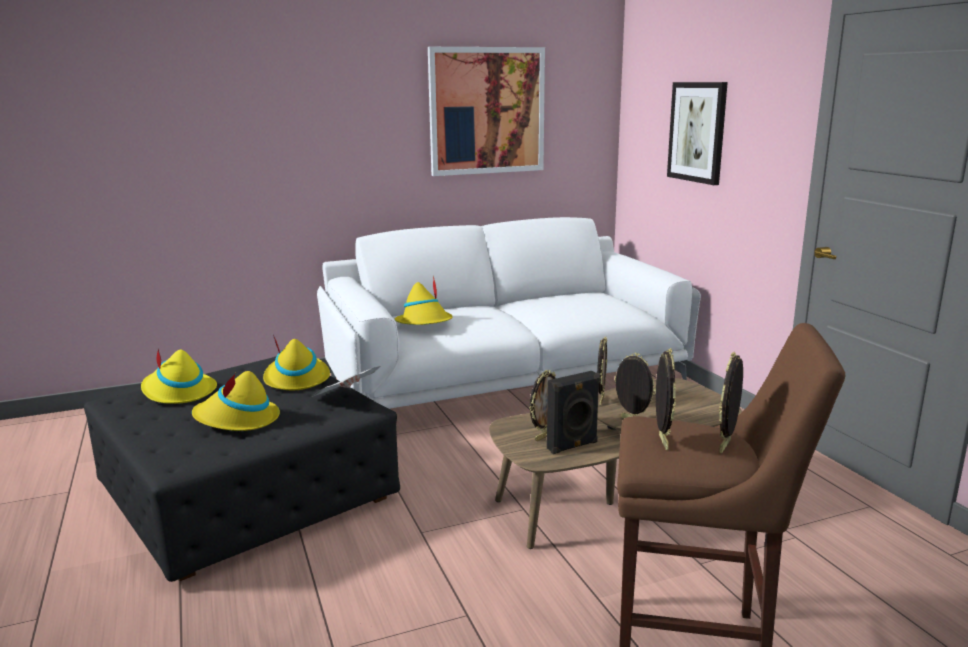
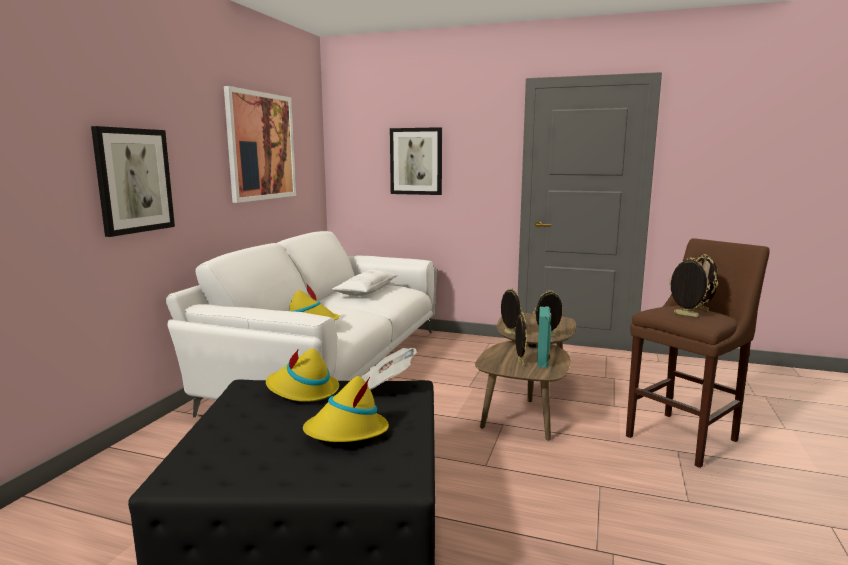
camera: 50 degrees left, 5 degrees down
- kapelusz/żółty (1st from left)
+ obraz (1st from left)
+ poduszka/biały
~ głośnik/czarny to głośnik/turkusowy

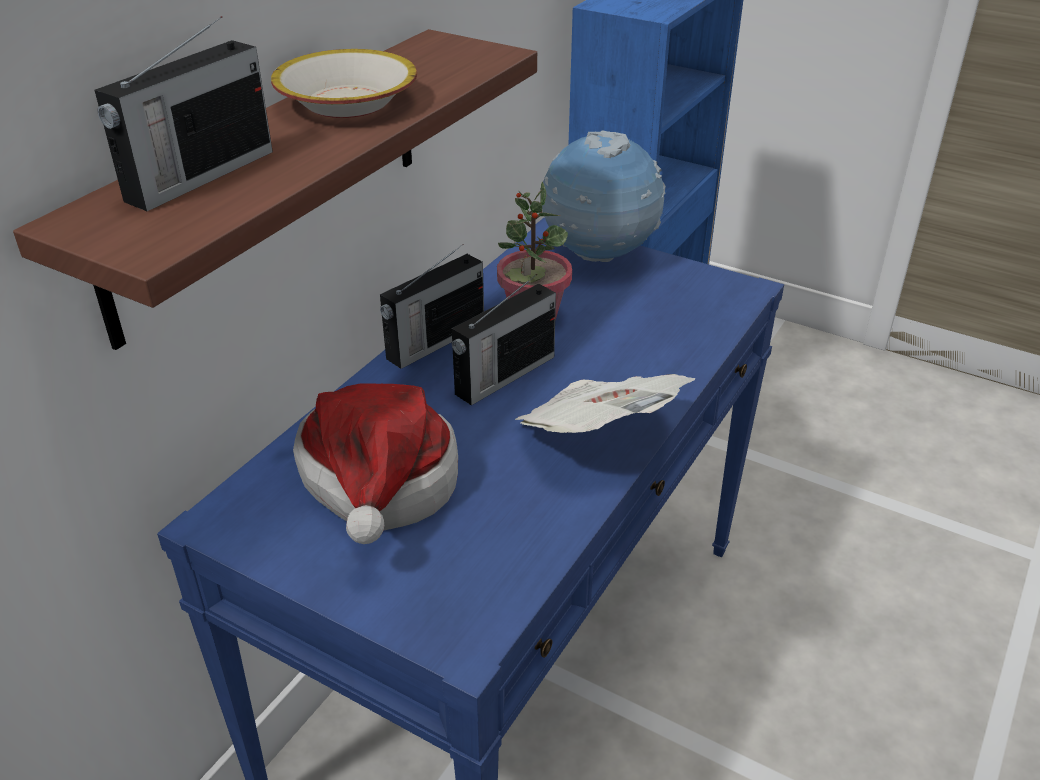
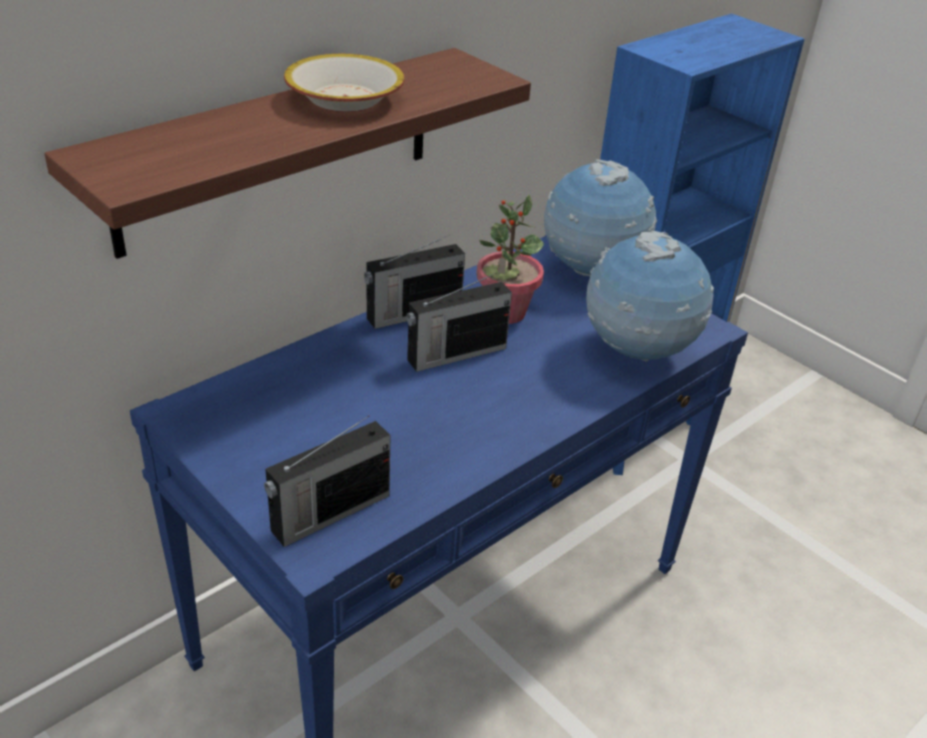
camera: 15 degrees right, 0 degrees up
- kapelusz
- gazeta
+ globus (2nd from left)
~ radio (1st from left)

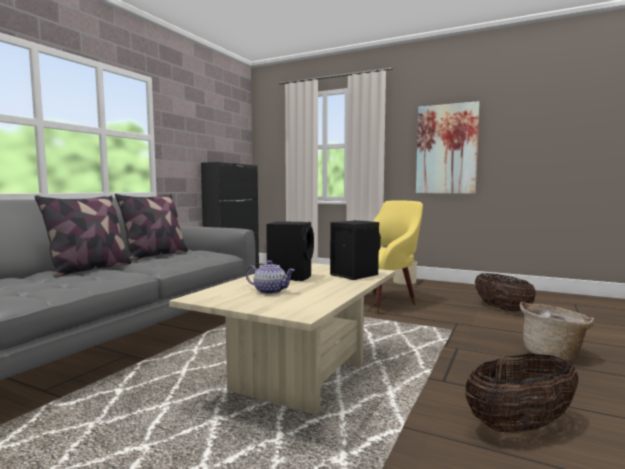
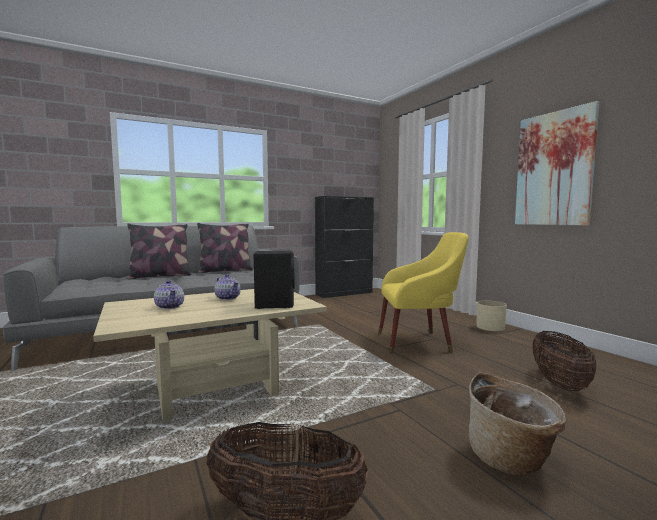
camera: 35 degrees right, 0 degrees up
~ głośnik/czarny (1st from left) to imbryk (2nd from left)

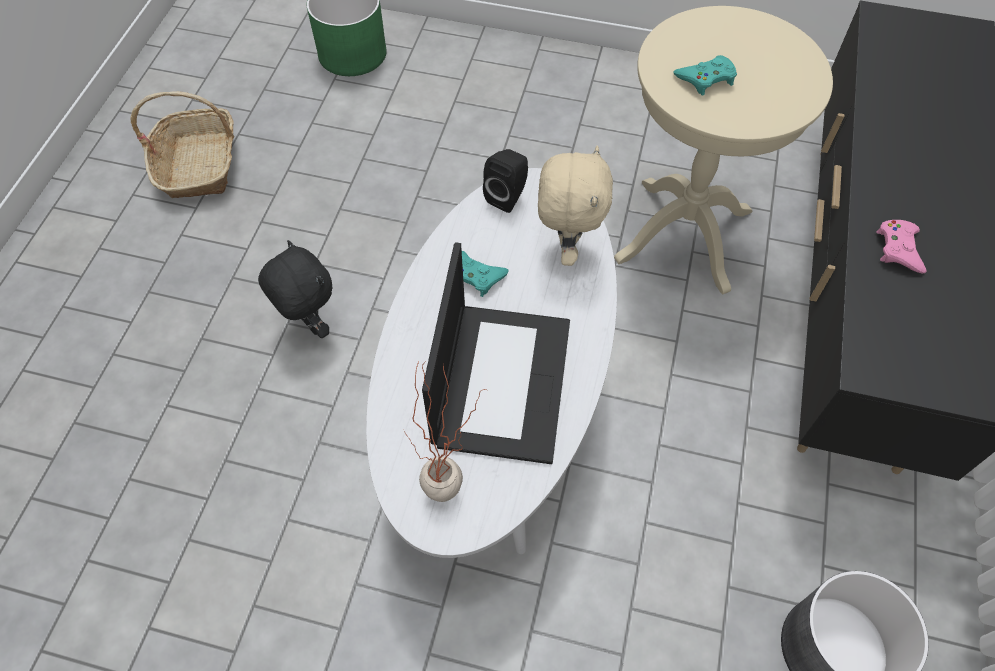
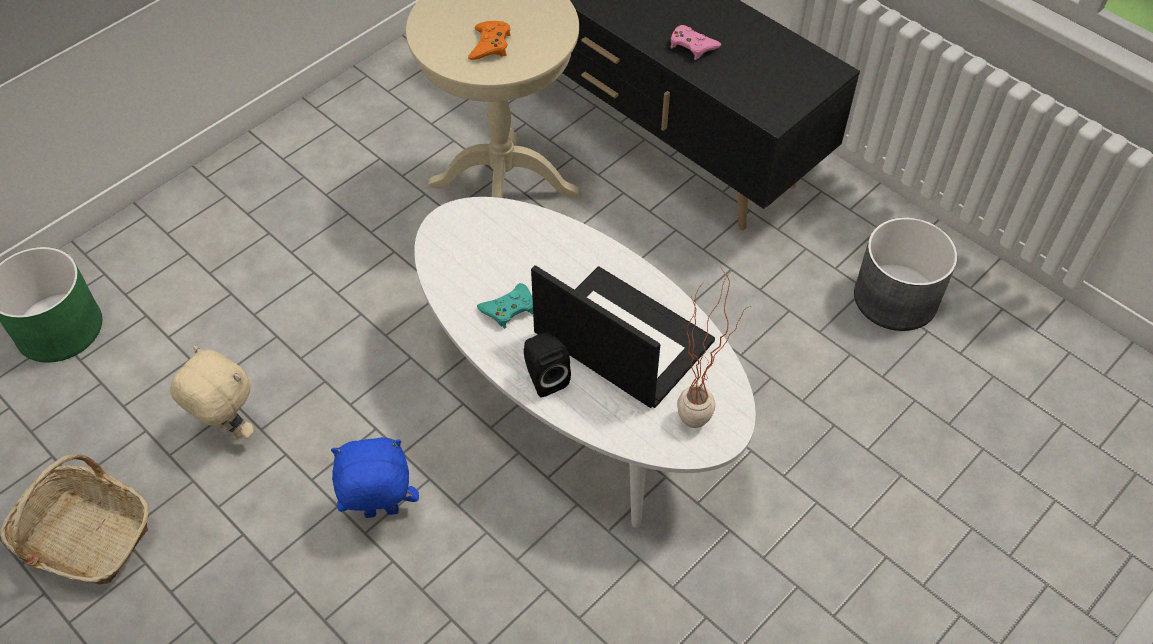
camera: 60 degrees left, 5 degrees down
~ głośnik/czarny
~ pluszak/beżowy
~ pluszak/czarny to pluszak/niebieski
~ pad do gier/turkusowy (2nd from left) to pad do gier/pomarańczowy

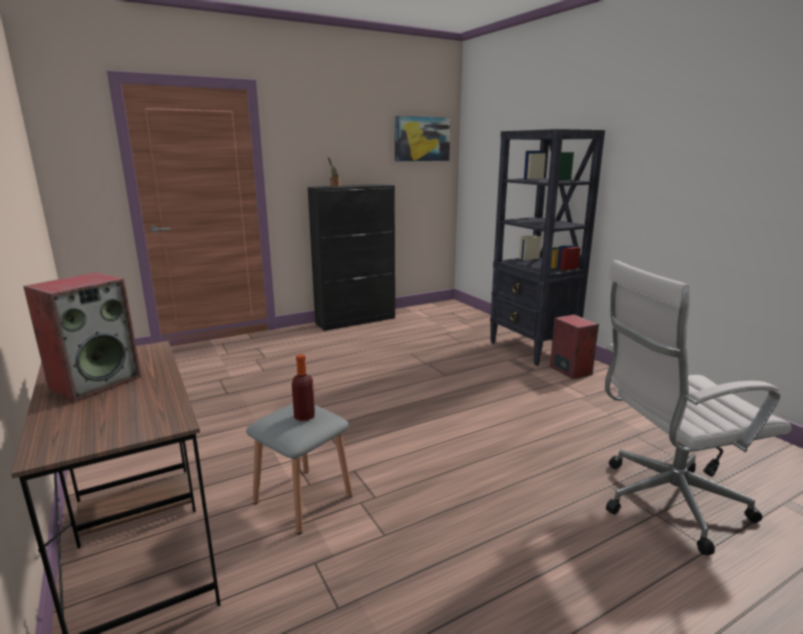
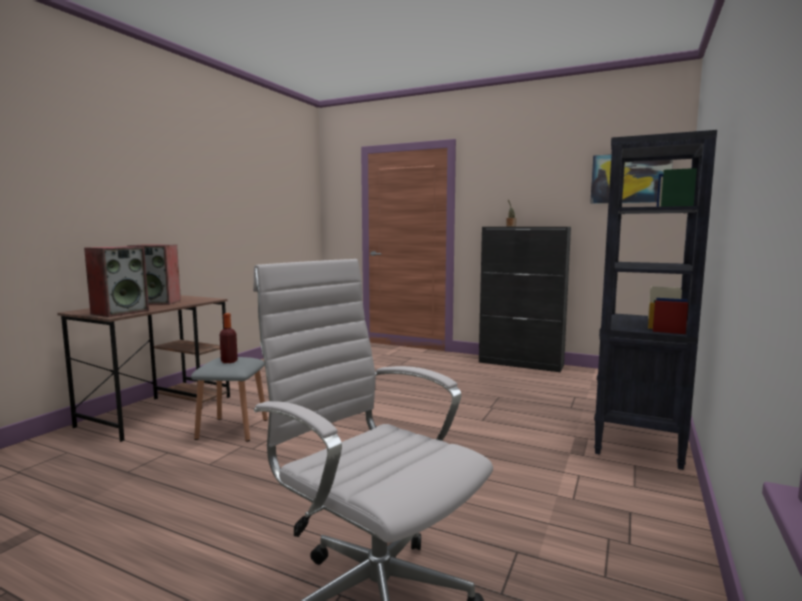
camera: 55 degrees right, 10 degrees down
~ głośnik (2nd from left in the first image) to głośnik (1st from left)

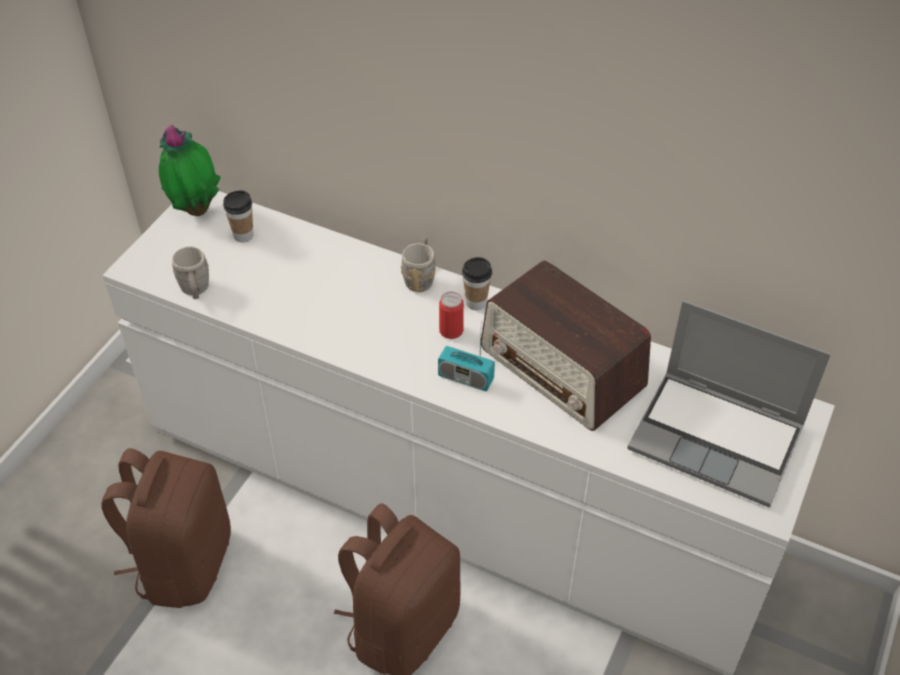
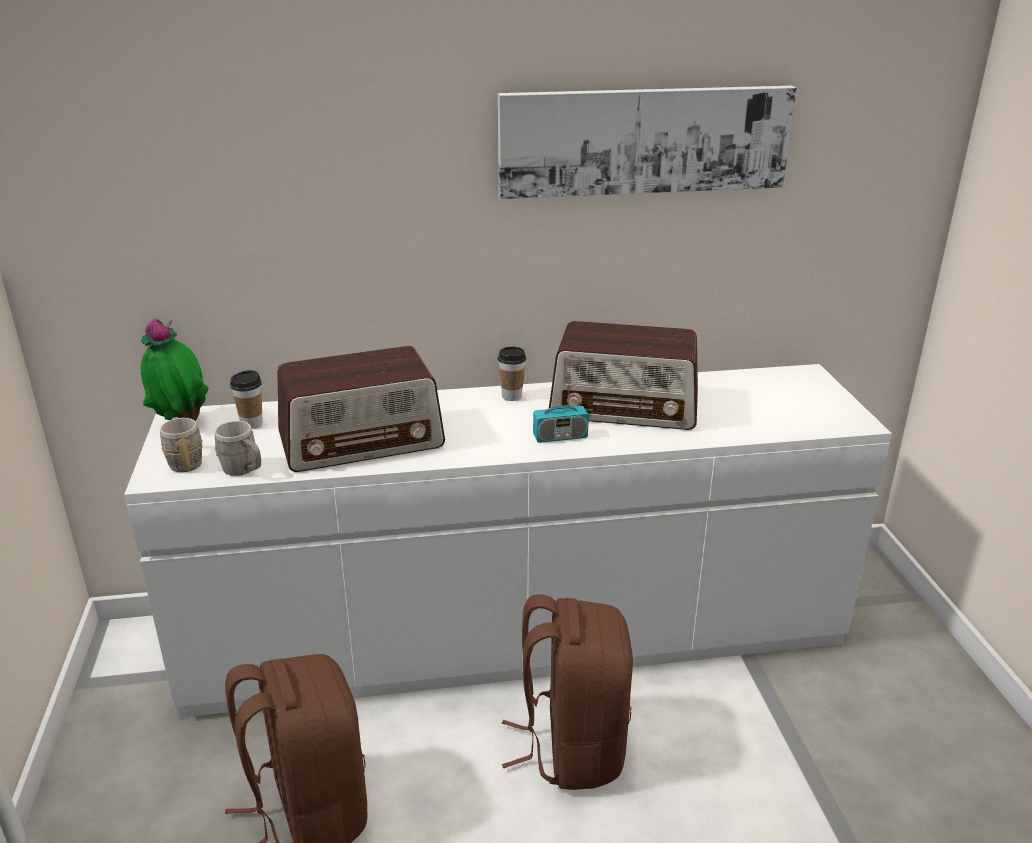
camera: 35 degrees left, 20 degrees down
- puszka
- laptop
+ radio (1st from left)
+ obraz
~ kubek/szary (2nd from left in the first image) to kubek/szary (1st from left)

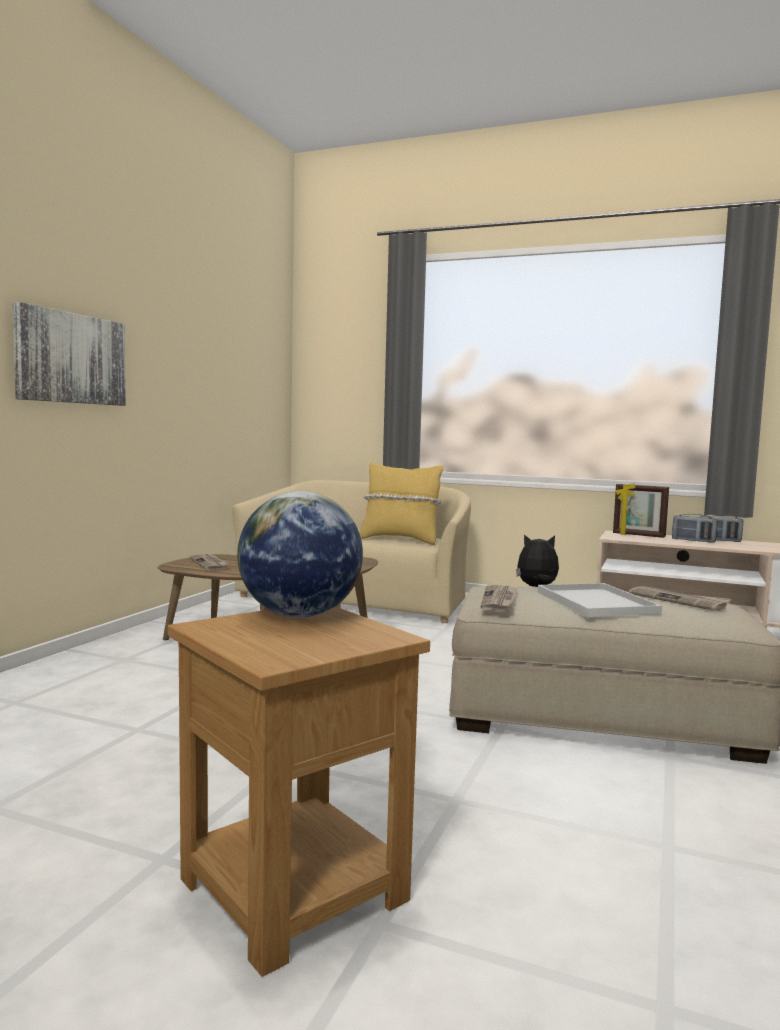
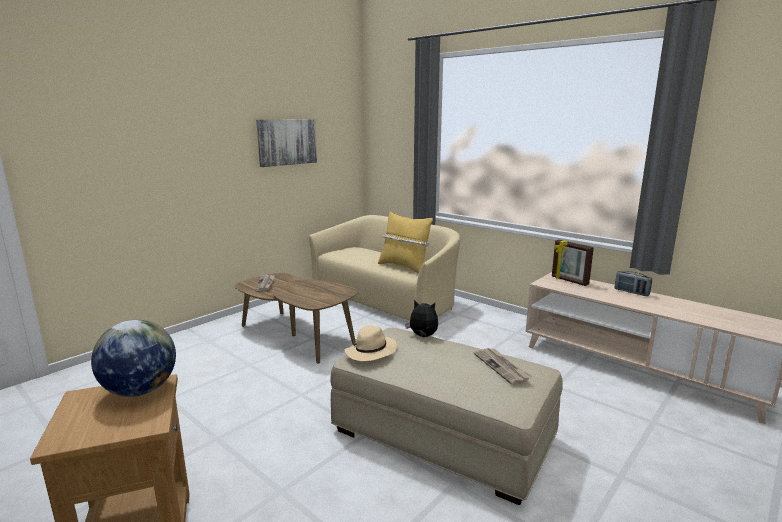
camera: 20 degrees right, 10 degrees up
- taca/biały
- radio (1st from left)
~ obraz
~ gazeta (2nd from left) to kapelusz/beżowy

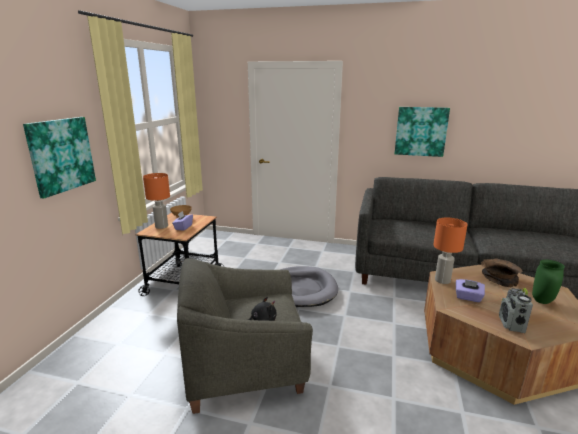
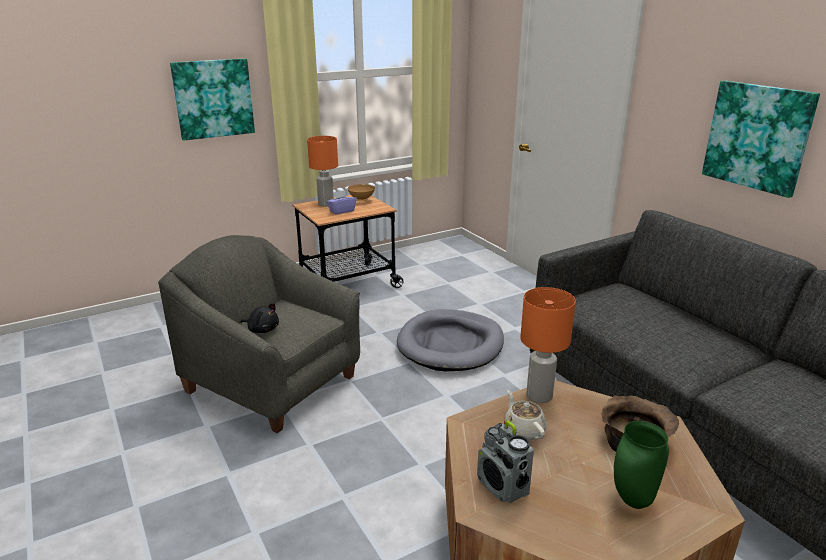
camera: 45 degrees right, 5 degrees up
~ pudełko chusteczek/fioletowy (2nd from left) to imbryk/beżowy
~ radio 90 degrees counterclockwise

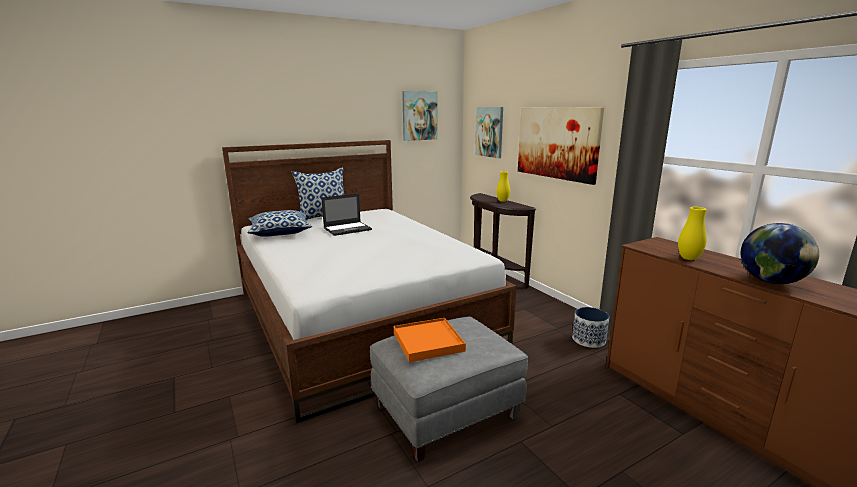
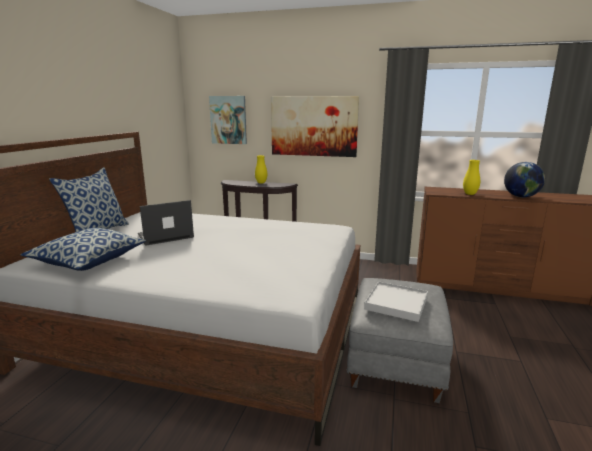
camera: 45 degrees left, 0 degrees up
- obraz (1st from left)
- donica
~ taca/pomarańczowy to taca/biały
~ laptop 135 degrees counterclockwise

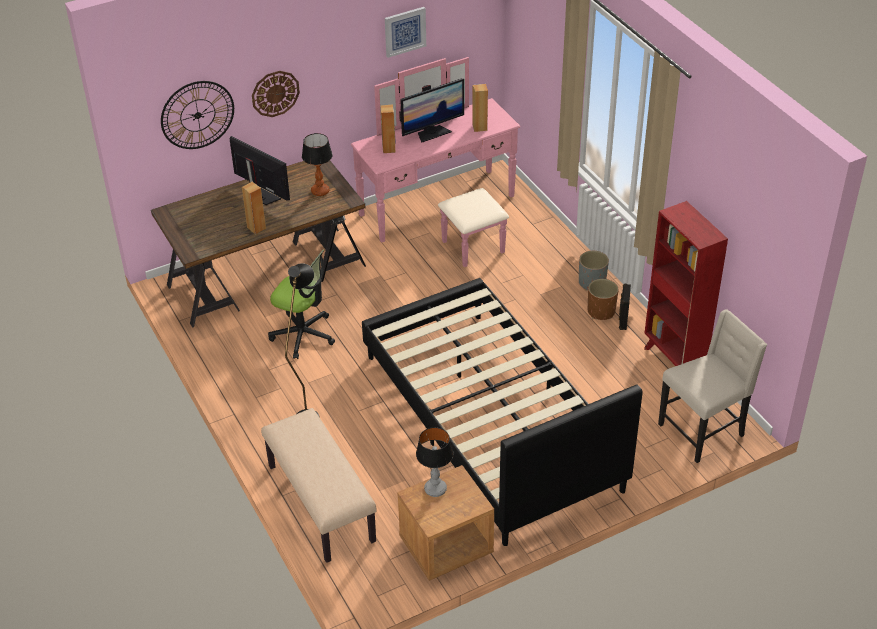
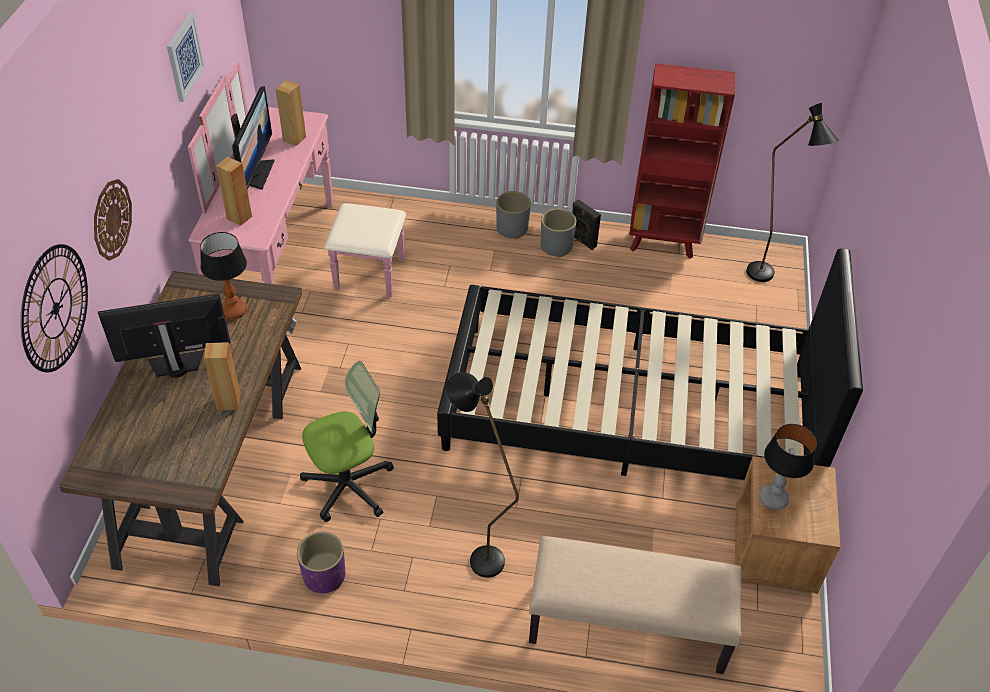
camera: 55 degrees left, 5 degrees up
+ donica/fioletowy
~ krzesło/beżowy to lampa stojąca/czarny (2nd from left)
~ donica/brązowy to donica/szary (2nd from left)

